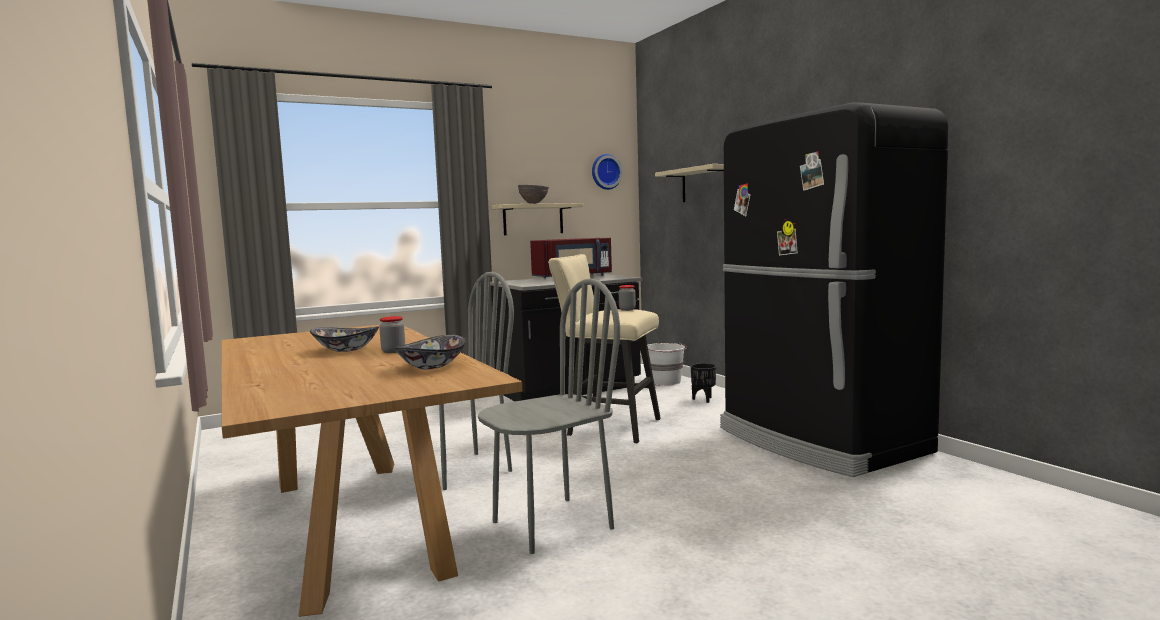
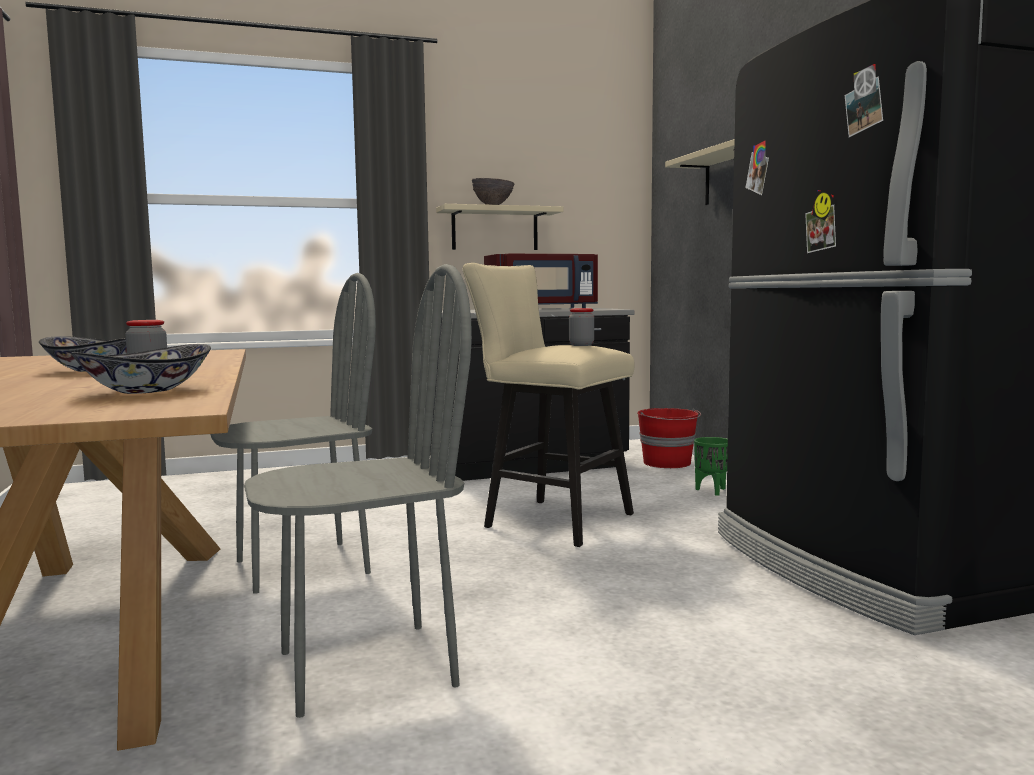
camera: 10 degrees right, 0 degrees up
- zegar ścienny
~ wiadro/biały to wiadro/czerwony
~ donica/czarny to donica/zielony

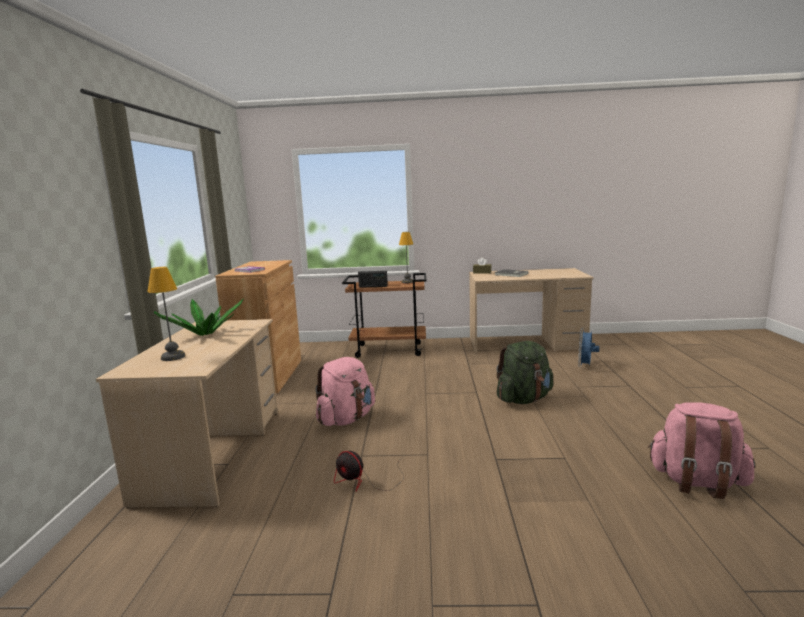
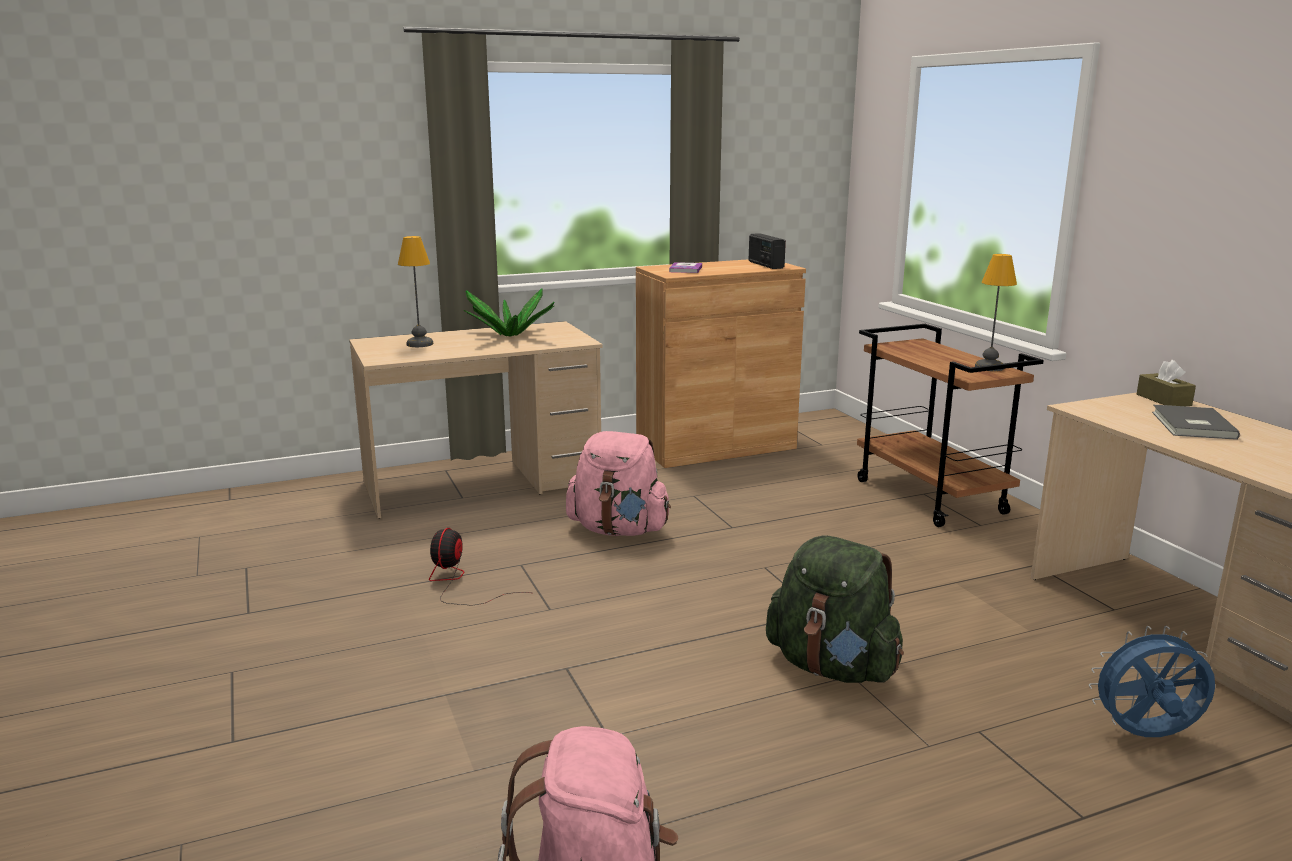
camera: 65 degrees right, 5 degrees up
~ radio

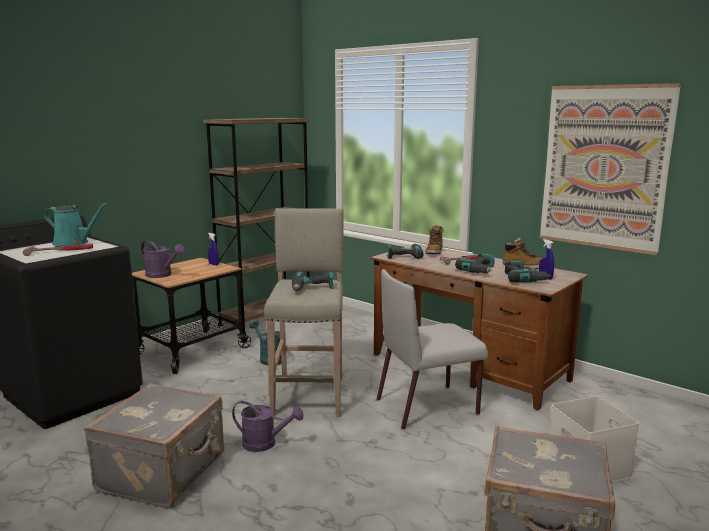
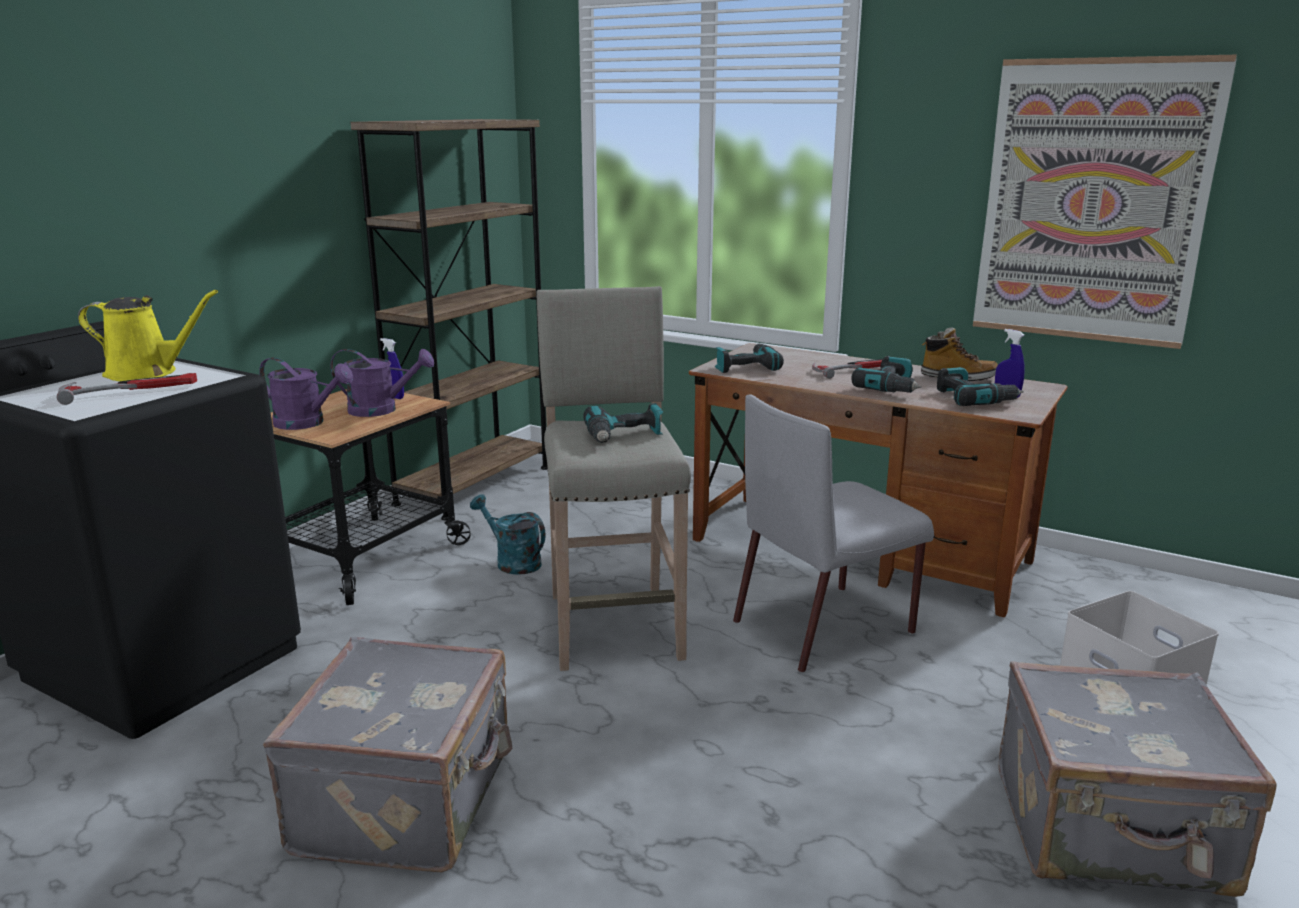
camera: 10 degrees left, 5 degrees up
- but z cholewką (1st from left)
~ konewka/fioletowy (2nd from left)
~ konewka/turkusowy (1st from left) to konewka/żółty

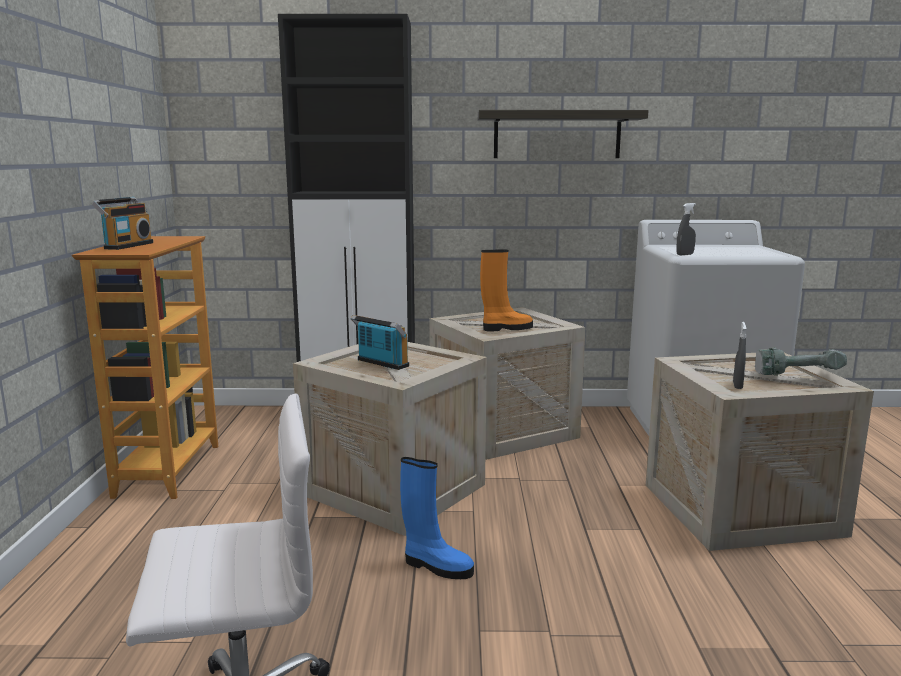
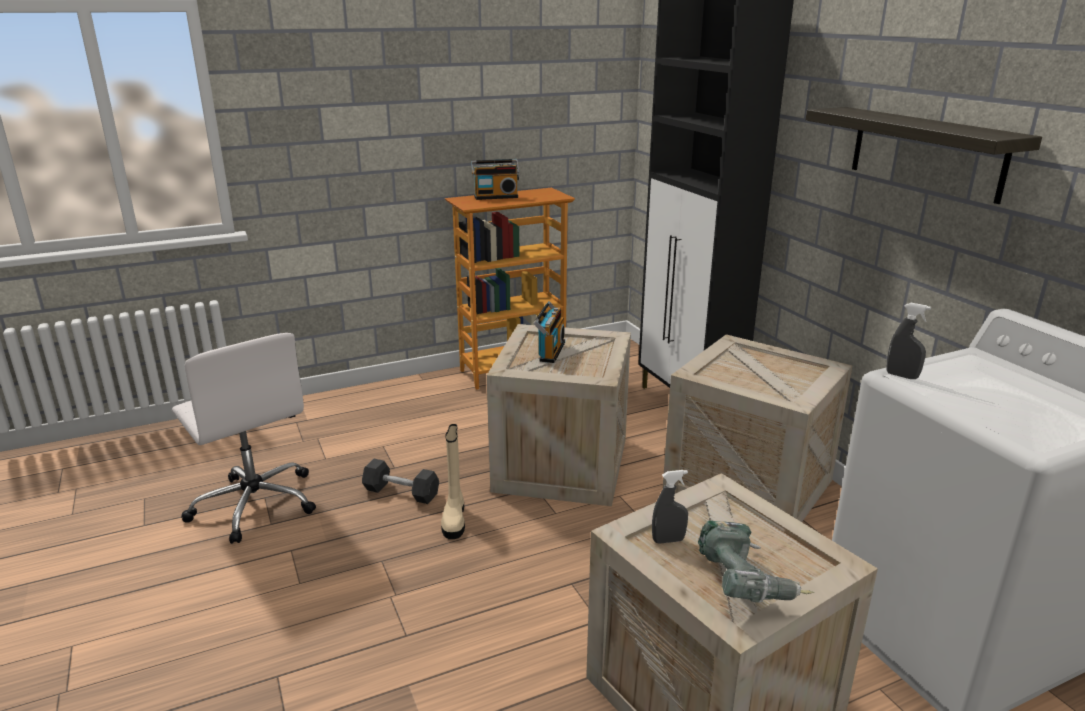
camera: 65 degrees right, 10 degrees up
- but z cholewką/pomarańczowy
+ hantel/szary
~ but z cholewką/niebieski to but z cholewką/beżowy

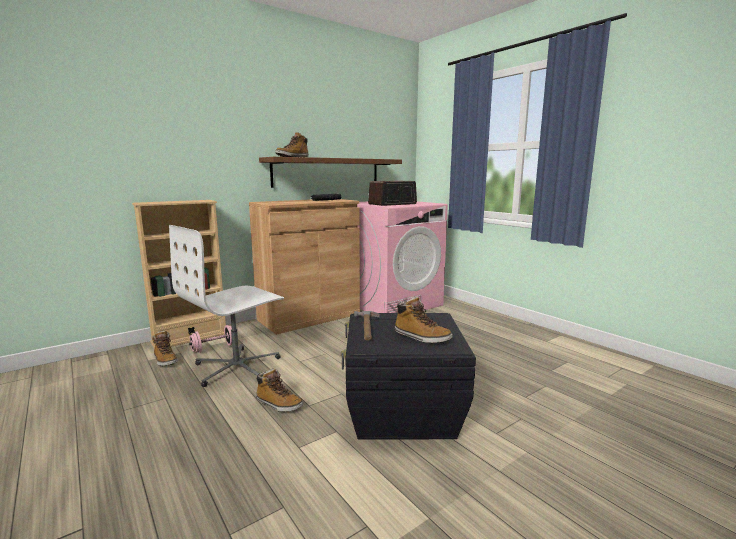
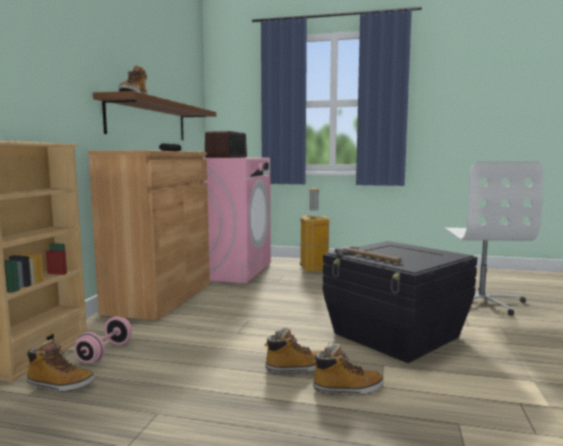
camera: 40 degrees left, 5 degrees down
+ kosz na śmieci
~ krzesło biurowe/biały
~ but z cholewką (4th from left)

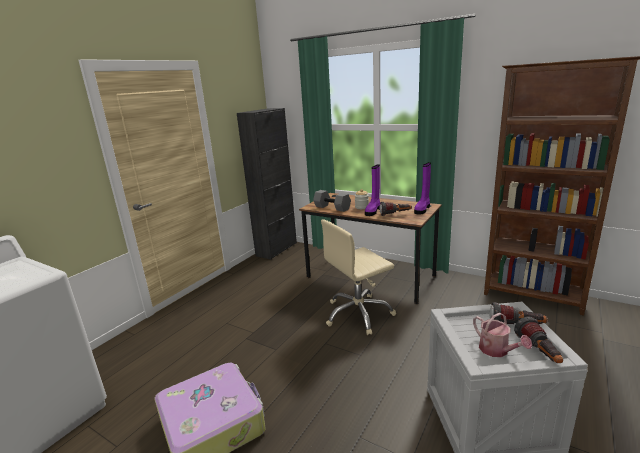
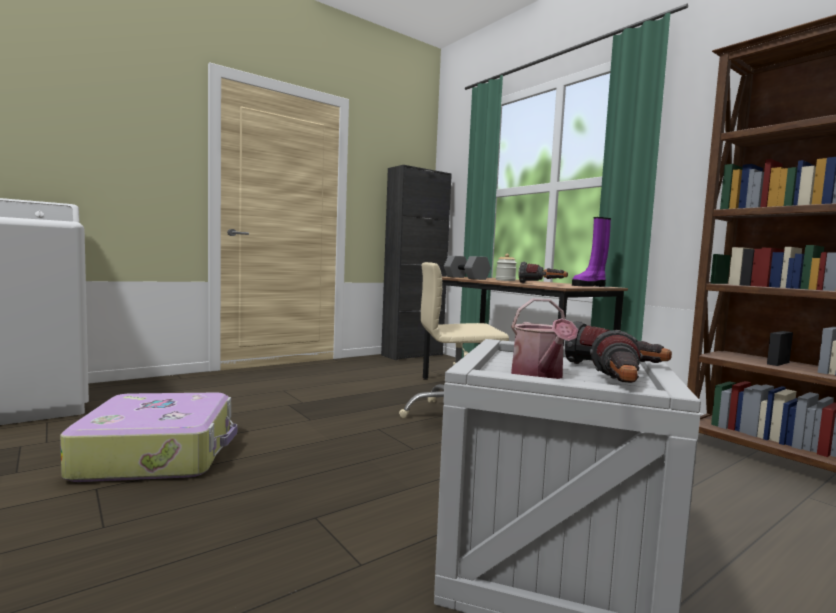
camera: 20 degrees right, 15 degrees down
- but z cholewką/fioletowy (1st from left)

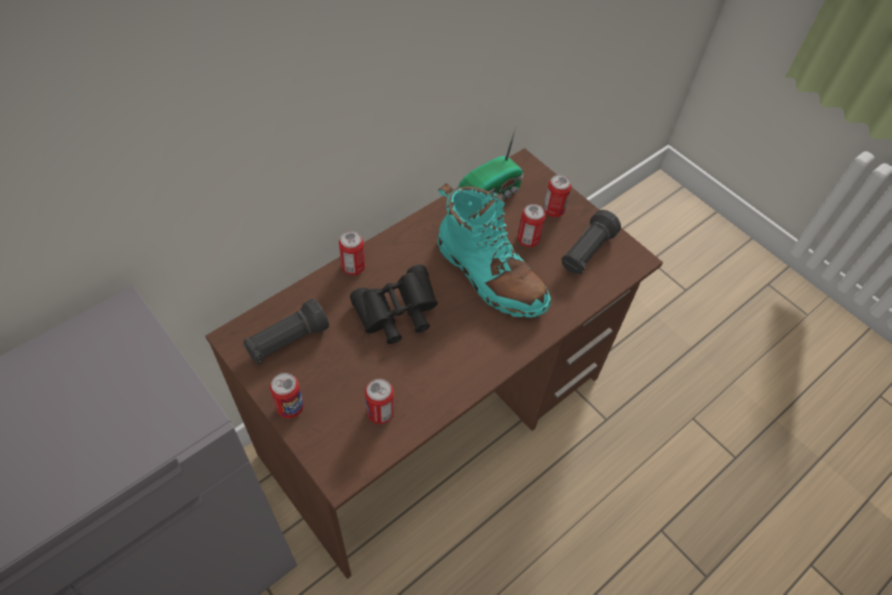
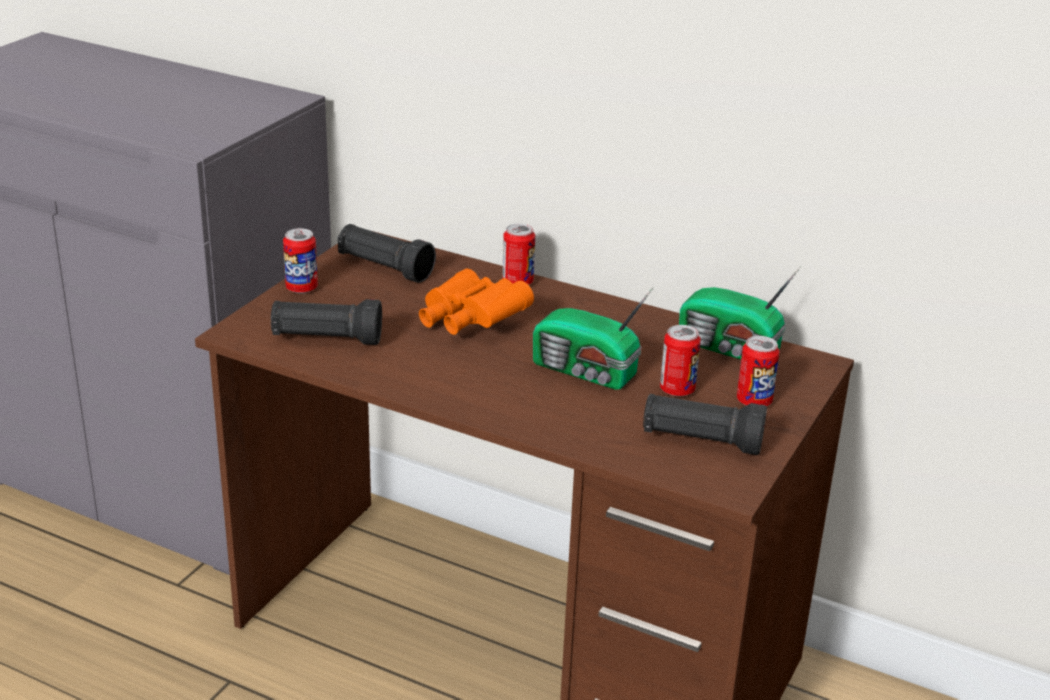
camera: 70 degrees right, 25 degrees down
~ puszka (3rd from left) to latarka/czarny (1st from left)
~ but z cholewką/turkusowy to radio (1st from left)
~ lornetka/czarny to lornetka/pomarańczowy

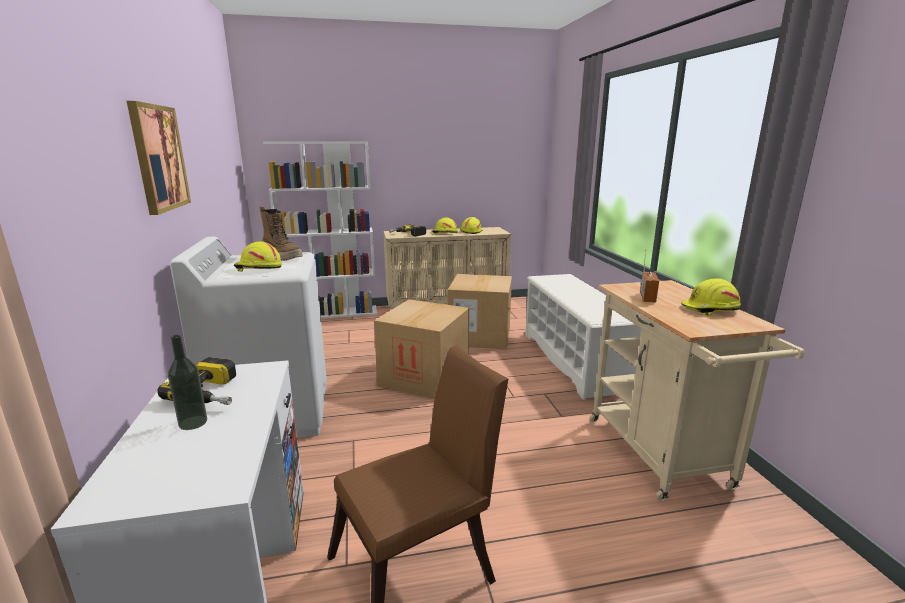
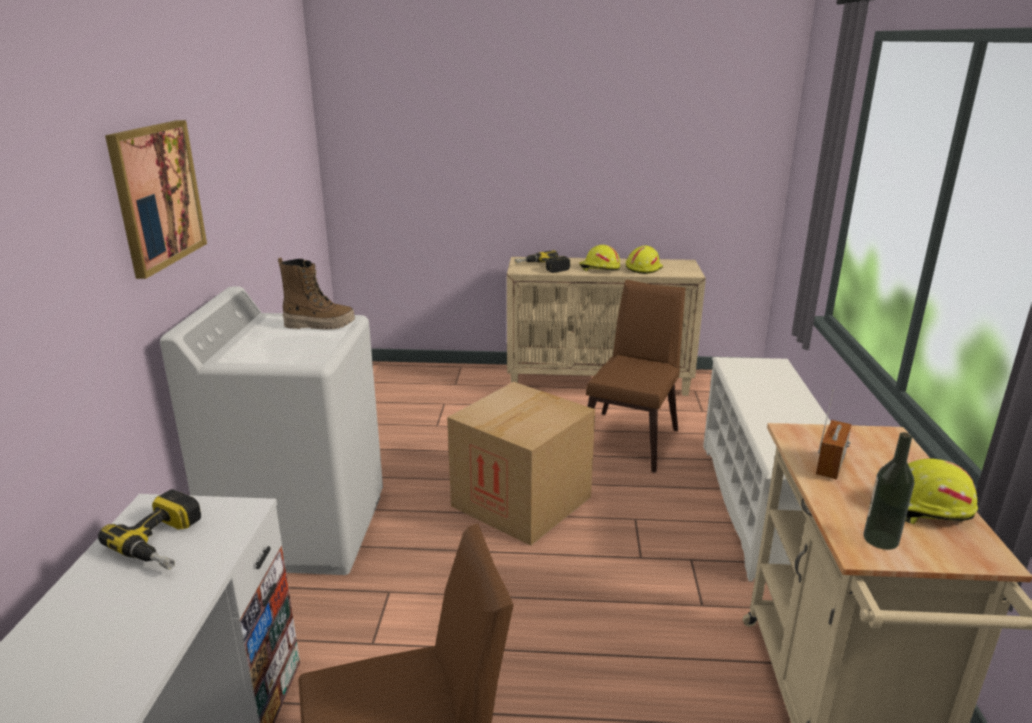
camera: 15 degrees right, 5 degrees up
- kask/żółty (1st from left)
- regał/biały
~ butelka
~ karton (2nd from left) to krzesło/brązowy (2nd from left)
~ but z cholewką 45 degrees counterclockwise

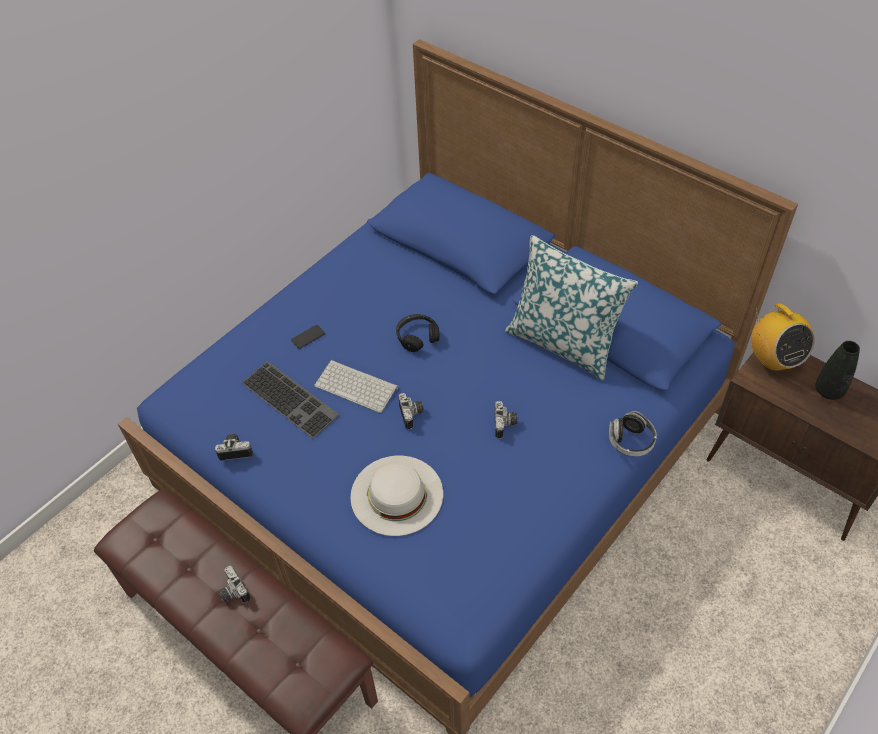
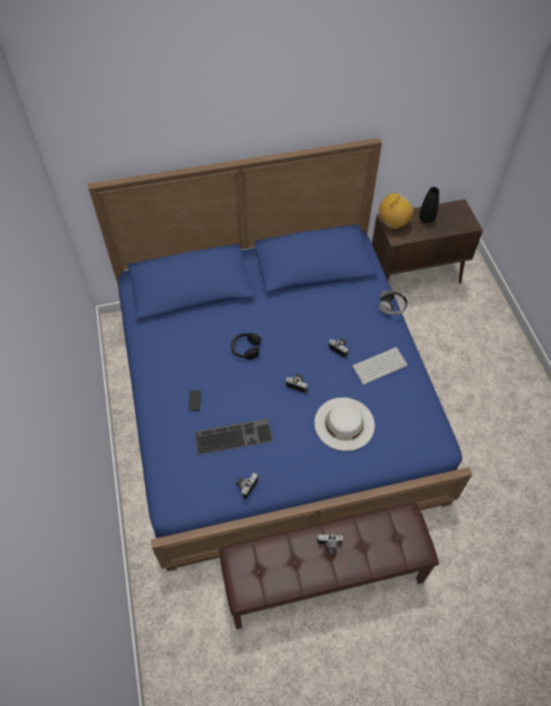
camera: 55 degrees left, 5 degrees up
- poduszka
~ klawiatura (2nd from left)
~ radio 60 degrees counterclockwise

